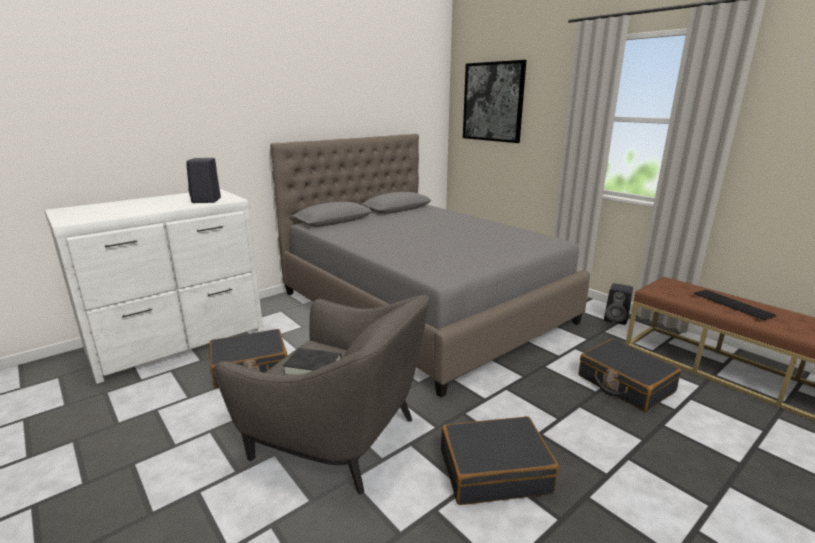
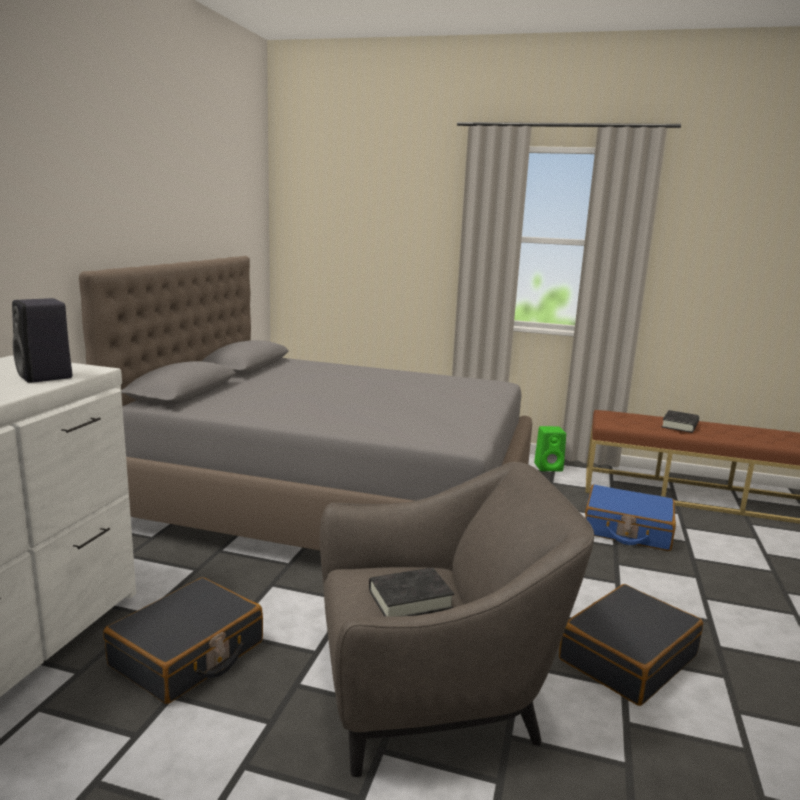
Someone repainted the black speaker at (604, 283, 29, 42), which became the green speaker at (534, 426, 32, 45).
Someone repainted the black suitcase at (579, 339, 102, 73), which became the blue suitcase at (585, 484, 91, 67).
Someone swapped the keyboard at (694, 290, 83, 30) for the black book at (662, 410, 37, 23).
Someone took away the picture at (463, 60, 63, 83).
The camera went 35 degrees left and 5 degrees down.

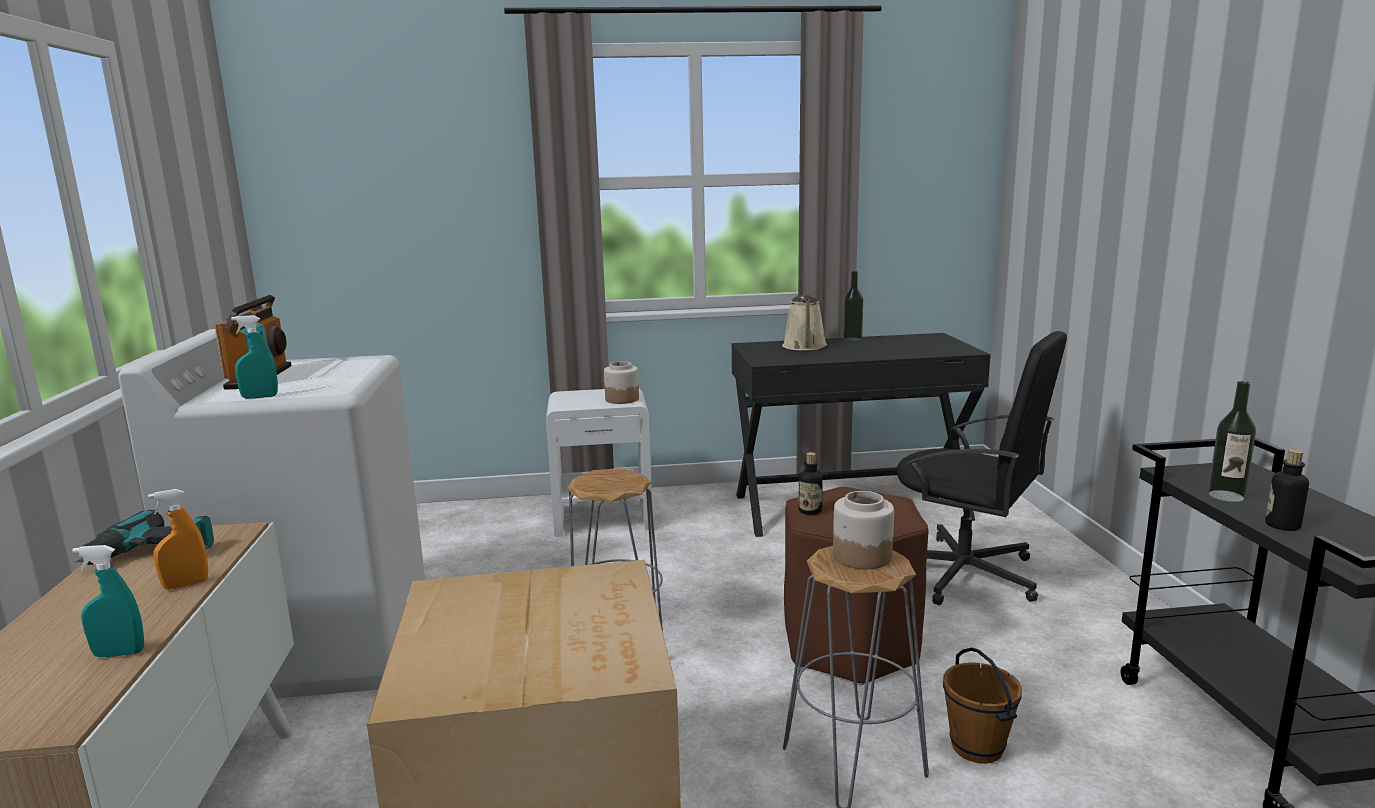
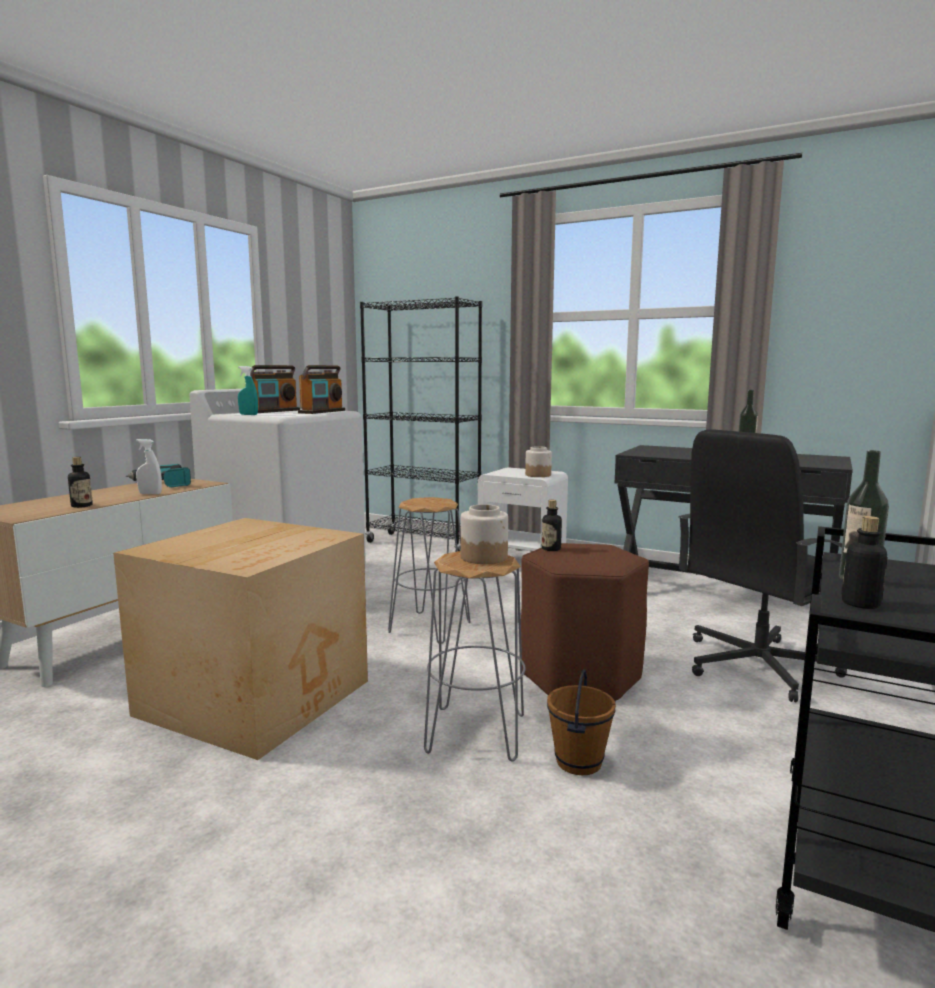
Someone swapped the turquoise spray bottle at (72, 545, 72, 112) for the bottle at (68, 457, 25, 51).
Someone repainted the orange spray bottle at (148, 489, 60, 101), which became the white spray bottle at (136, 439, 26, 55).
Someone put down the radio at (298, 365, 47, 49).
Someone put down the black bookcase at (360, 296, 122, 255).
Someone rotated the black office chair at (896, 331, 171, 274) by 75 degrees clockwise.
Someone took away the beige watering can at (783, 295, 44, 56).
The camera went 35 degrees right and 5 degrees down.

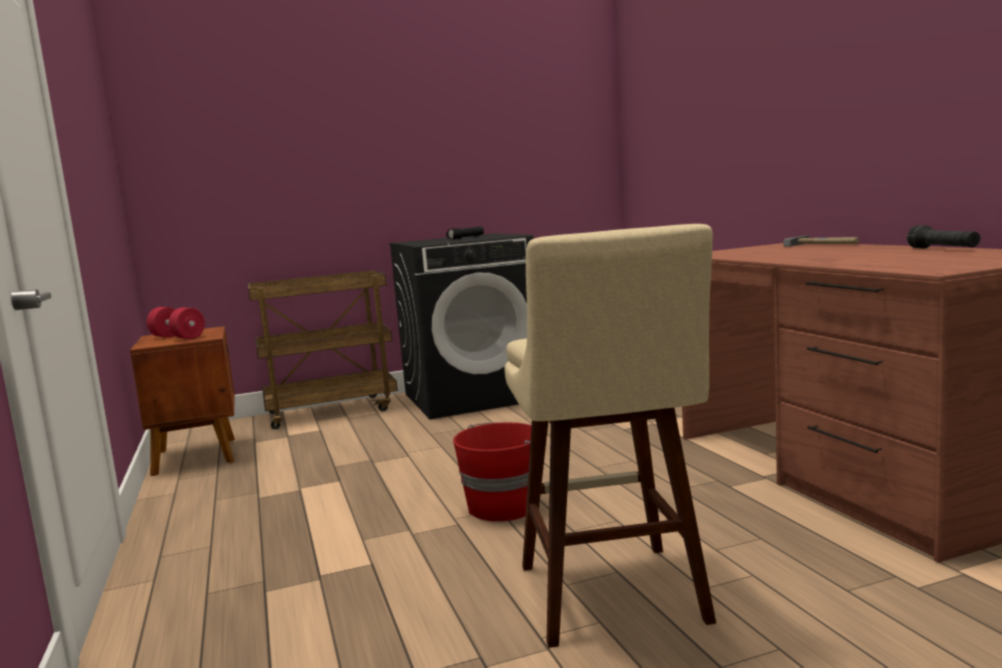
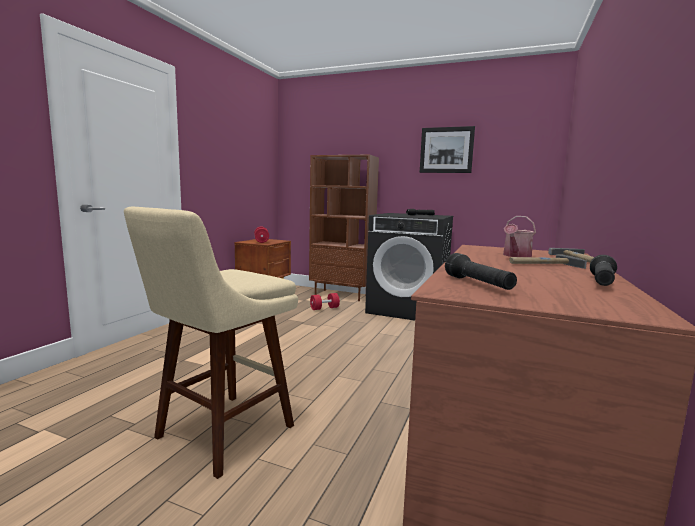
Someone swapped the brown cart at (248, 270, 150, 159) for the brown bookcase at (309, 155, 70, 146).
Someone put down the red dumbbell at (310, 293, 30, 17).
Someone put up the picture at (420, 126, 55, 47).
Someone put down the black flashlight at (445, 253, 72, 37).
Someone put down the watering can at (503, 216, 33, 41).
Someone put down the hammer at (509, 254, 78, 15).
Someone took away the red bucket at (453, 422, 79, 100).
The camera went 40 degrees right and 0 degrees up.

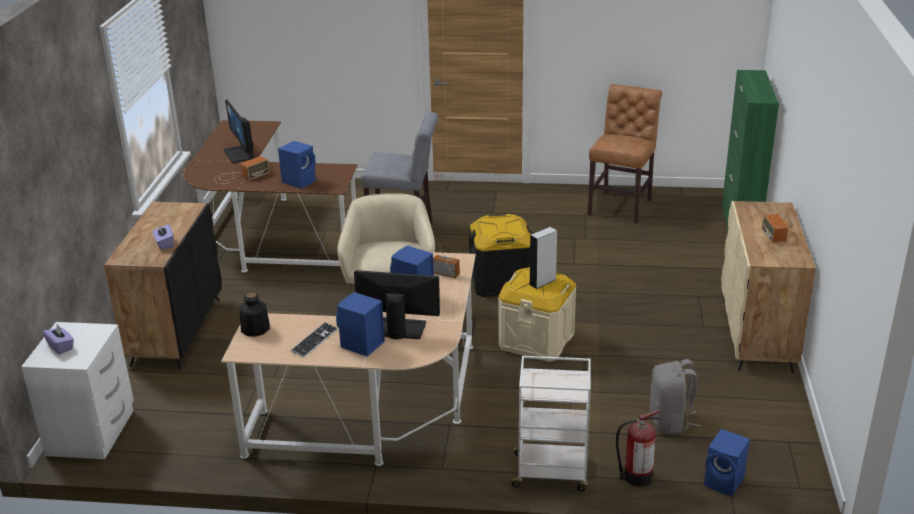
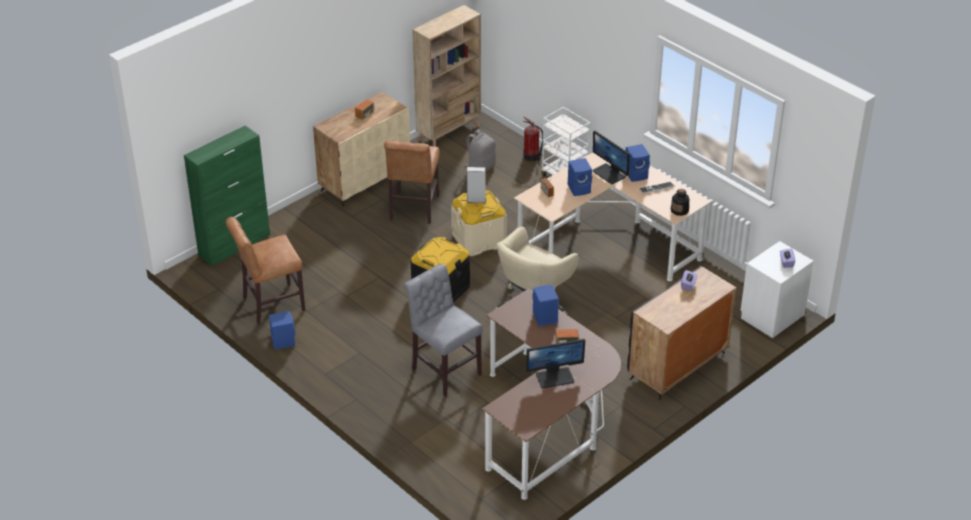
Someone carried the blue speaker from (704, 429, 46, 67) to (269, 311, 26, 39).
Someone put down the brown chair at (384, 140, 55, 84).
Someone put down the beige bookcase at (412, 5, 69, 142).
Someone rotated the monitor at (224, 100, 31, 63) by 60 degrees clockwise.
The camera went 140 degrees left and 10 degrees up.

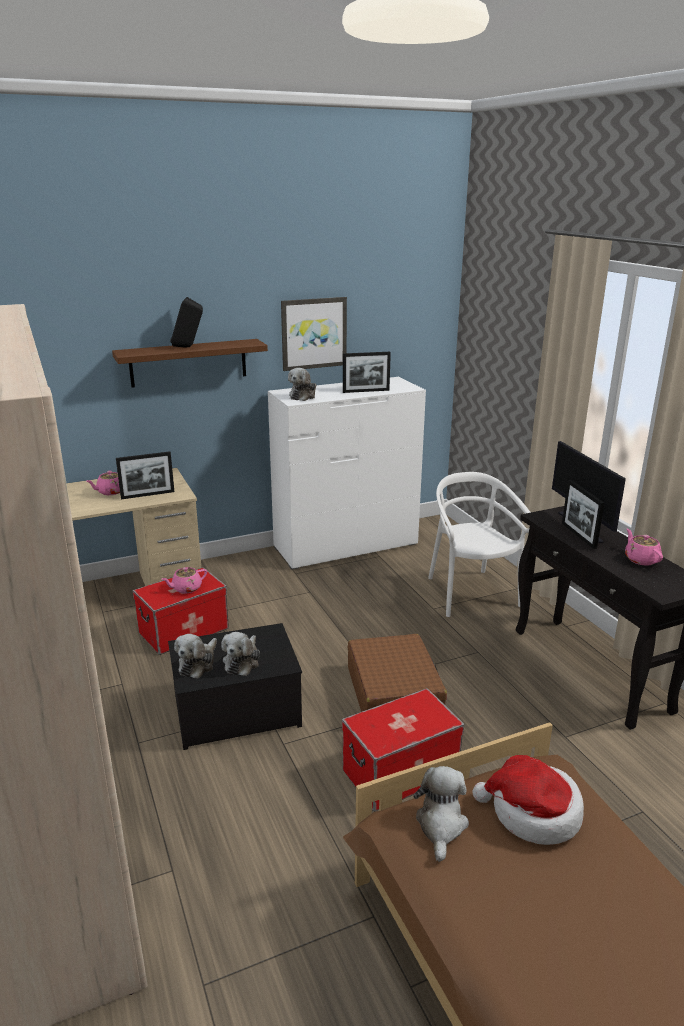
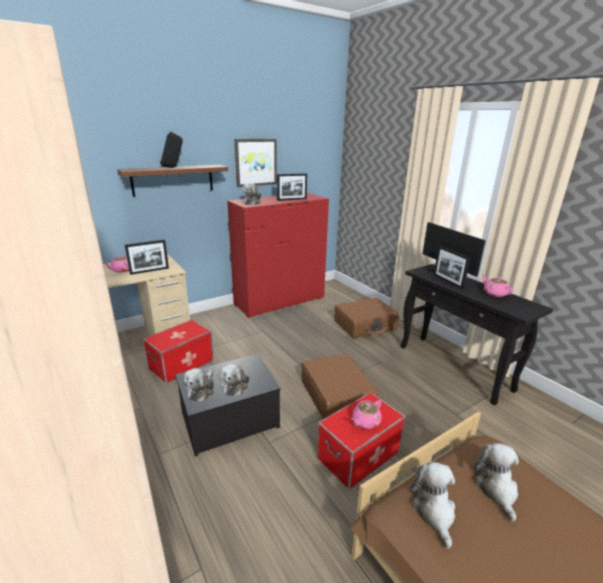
Someone repainted the white dresser at (268, 377, 158, 193), which became the red dresser at (227, 193, 102, 125).
Someone swapped the white chair at (428, 472, 103, 145) for the brown suitcase at (334, 298, 65, 40).
Someone carried the pink teapot from (162, 567, 45, 26) to (351, 400, 31, 29).
Someone swapped the hat at (473, 755, 111, 90) for the plush toy at (474, 443, 45, 79).
The camera went 10 degrees left and 0 degrees up.

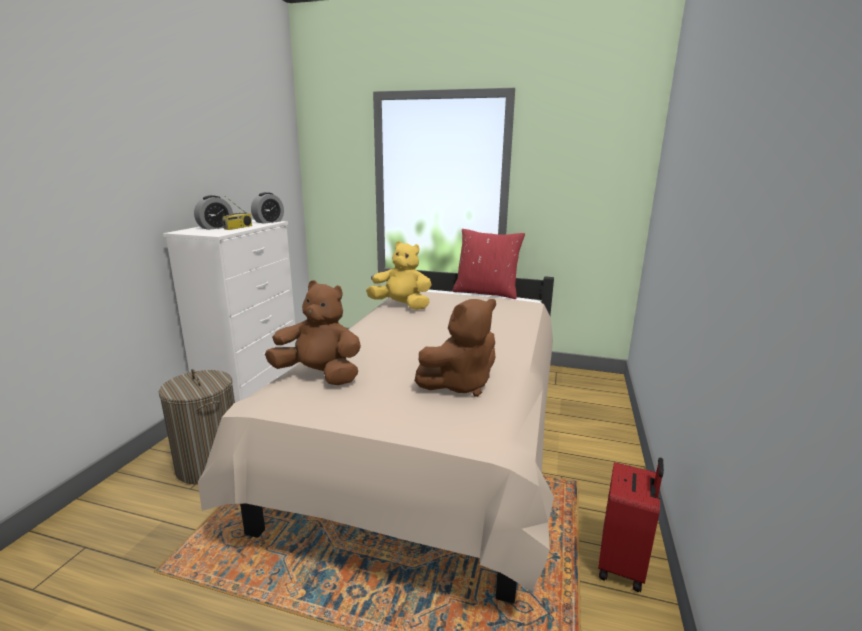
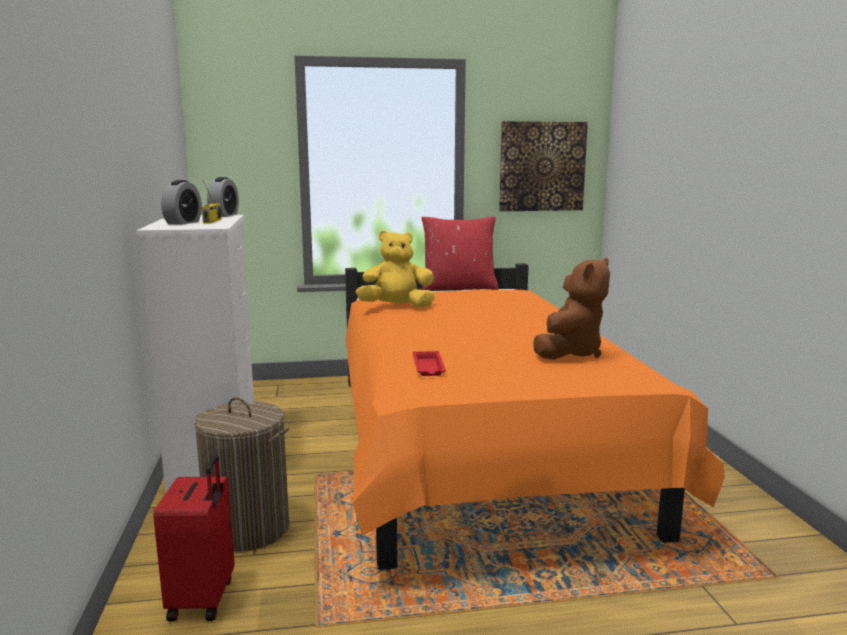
Someone carried the red suitcase from (598, 458, 66, 134) to (153, 455, 81, 166).
Someone repainted the beige bed at (198, 270, 356, 333), which became the orange bed at (345, 263, 380, 307).
Someone swapped the brown plush toy at (265, 280, 96, 105) for the red tray at (413, 351, 33, 25).
Someone put up the picture at (499, 121, 89, 90).
The camera went 25 degrees left and 5 degrees down.

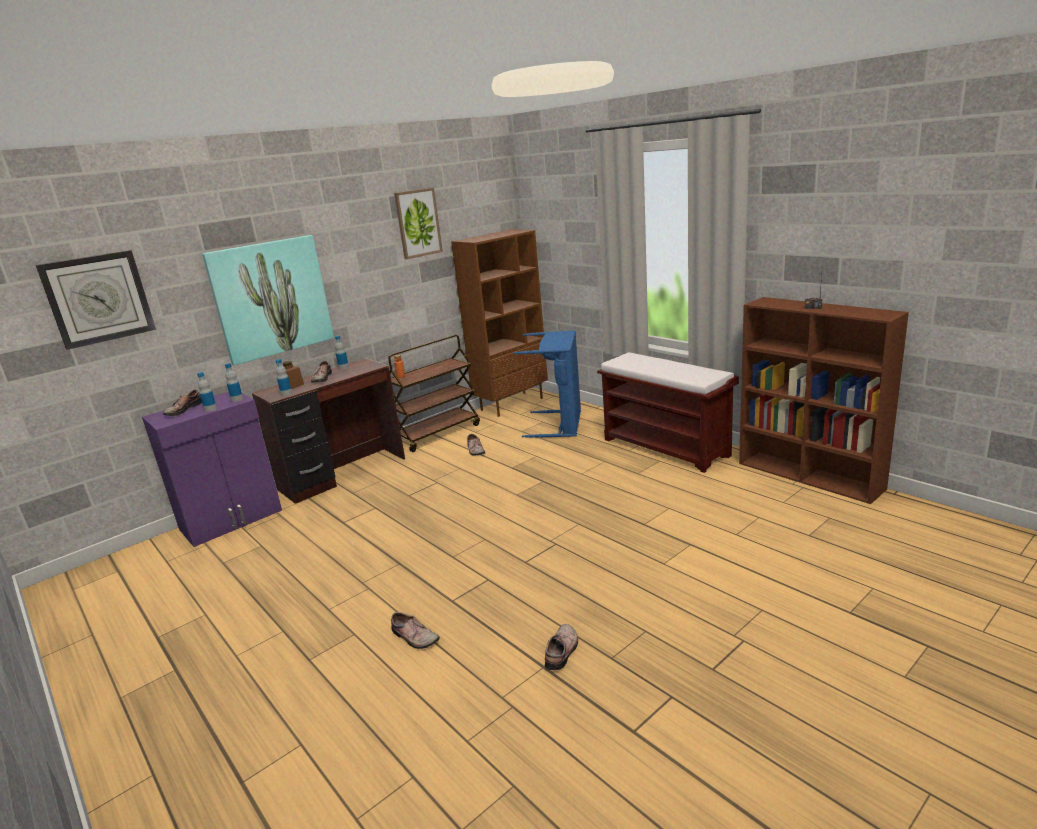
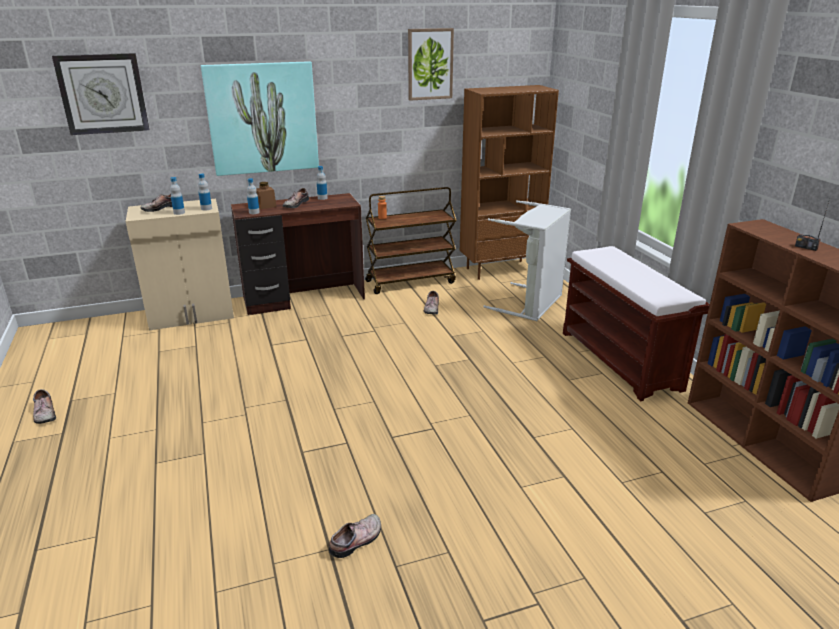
Someone carried the shoe from (391, 612, 49, 37) to (33, 389, 23, 35).
Someone repainted the purple cabinet at (142, 392, 140, 155), which became the beige cabinet at (126, 199, 108, 131).
Someone repainted the blue laundry basket at (513, 330, 68, 108), which became the grey laundry basket at (483, 200, 88, 121).
The camera went 20 degrees right and 5 degrees up.

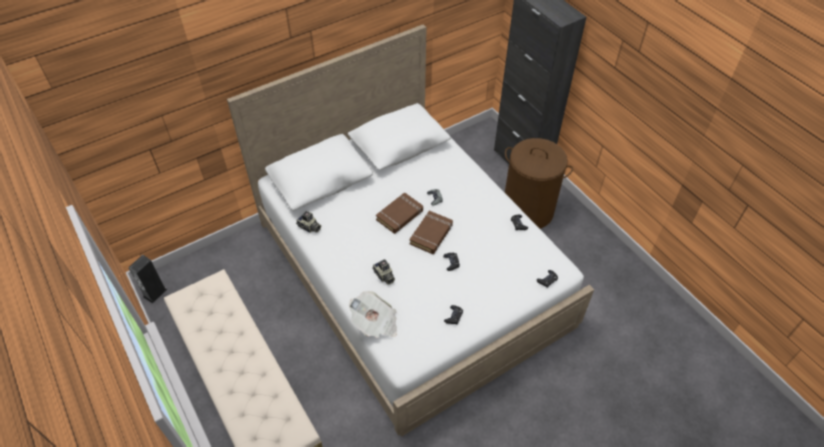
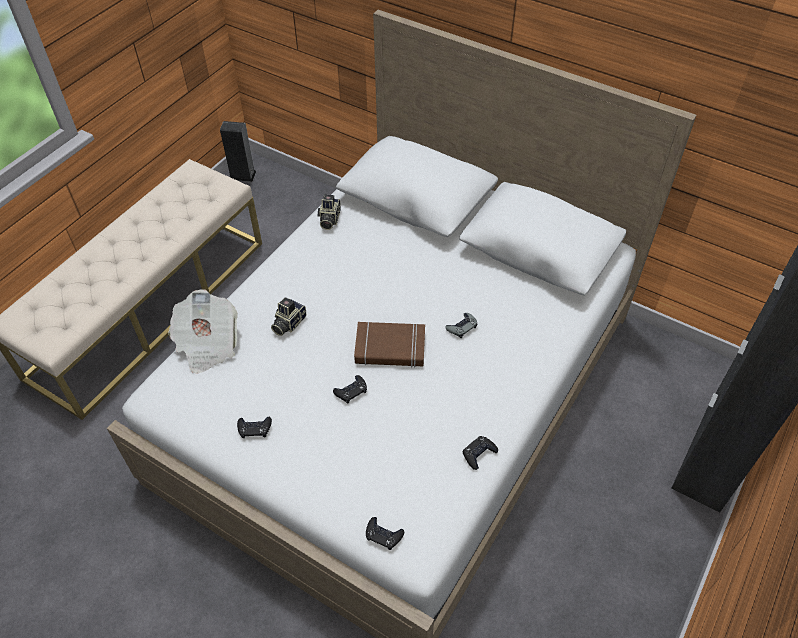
Someone took away the brown book at (376, 192, 47, 42).
Someone took away the brown laundry basket at (505, 138, 68, 91).
The camera went 65 degrees right and 0 degrees up.

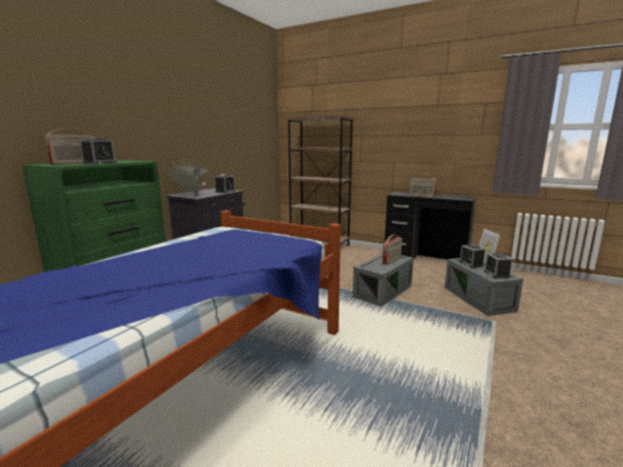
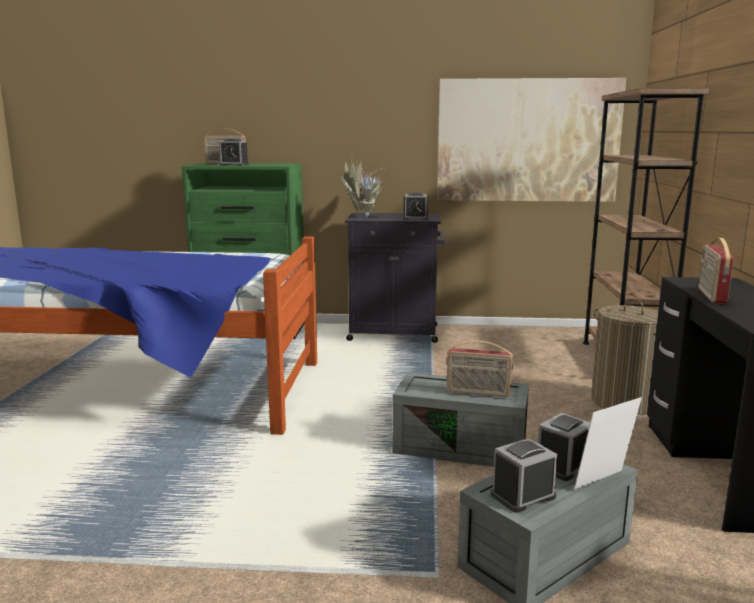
Someone put up the picture at (437, 78, 189, 124).
Someone put down the laundry basket at (591, 298, 67, 117).
The camera went 65 degrees right and 0 degrees up.

